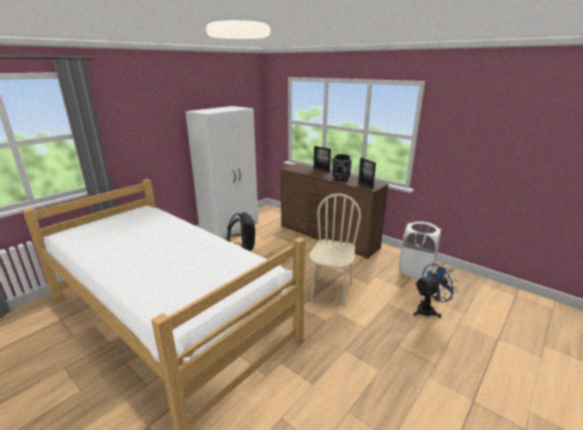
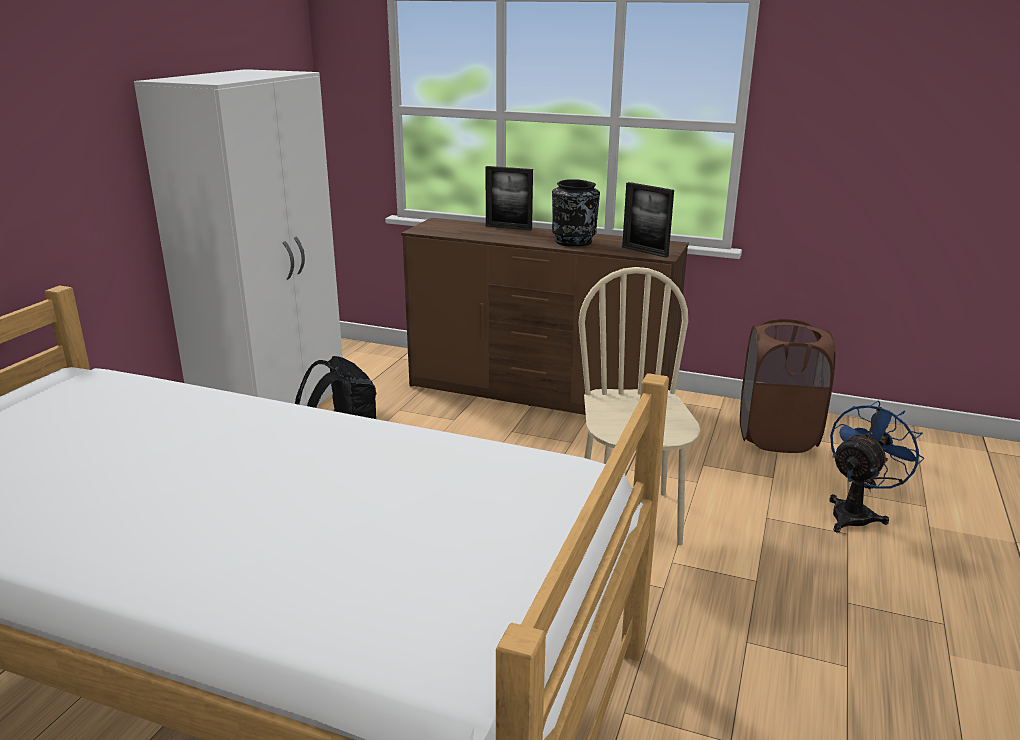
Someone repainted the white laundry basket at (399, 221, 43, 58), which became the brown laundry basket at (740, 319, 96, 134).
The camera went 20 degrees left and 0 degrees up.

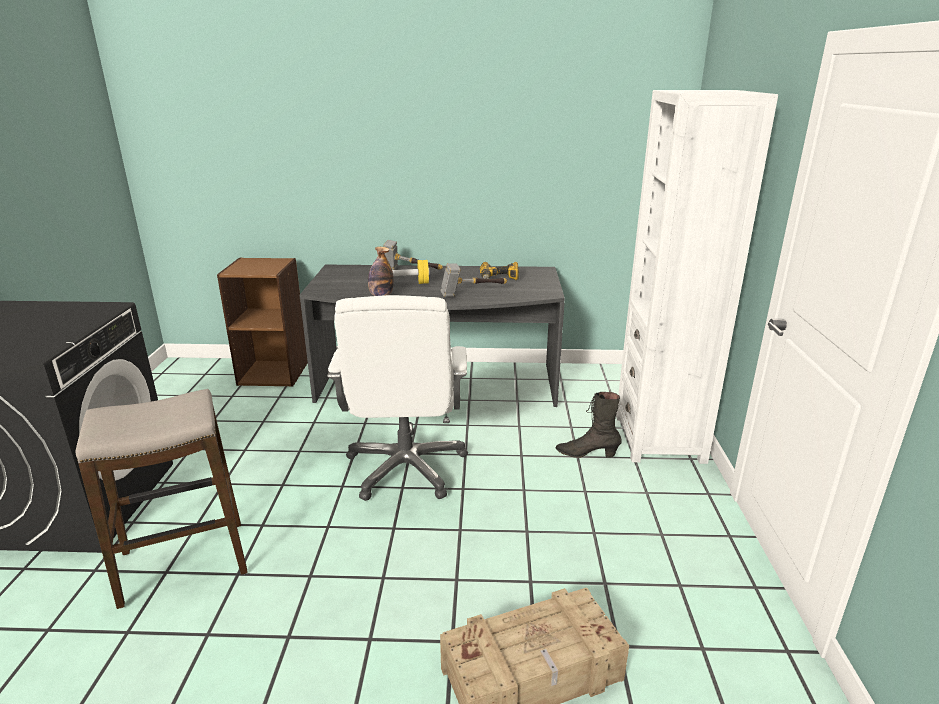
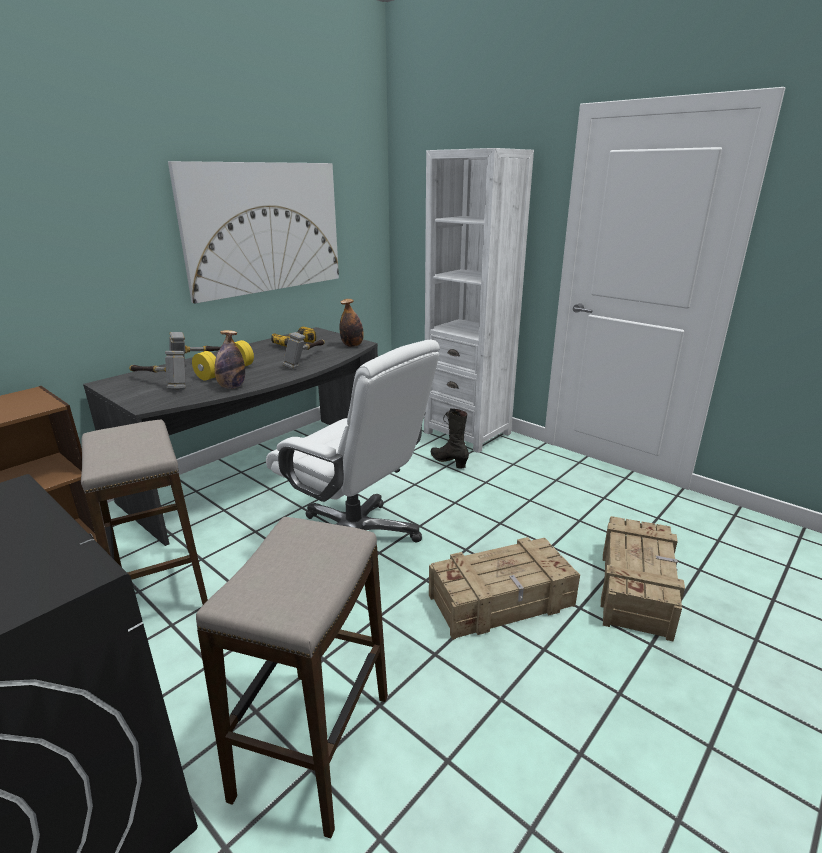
Someone put down the stool at (81, 419, 127, 186).
Someone put down the hammer at (129, 351, 57, 38).
Someone put up the picture at (168, 161, 171, 143).
Someone put down the bottle at (339, 299, 25, 48).
Someone put down the crate at (429, 537, 151, 103).
Someone rotated the black boot at (555, 392, 66, 66) by 90 degrees clockwise.
The camera went 50 degrees left and 0 degrees up.

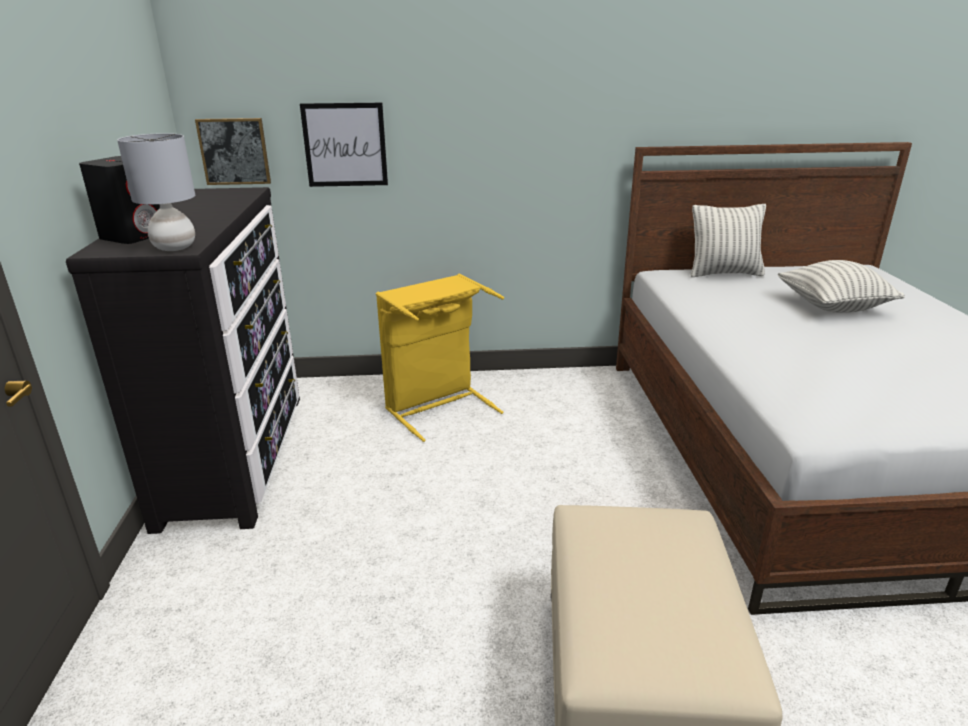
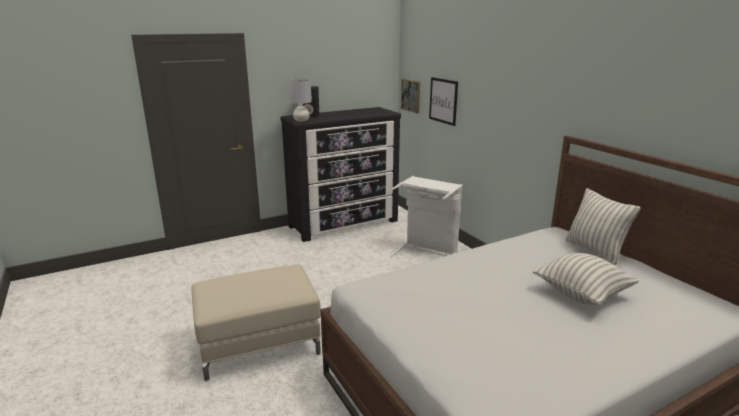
Someone repainted the yellow laundry basket at (376, 274, 128, 168), which became the white laundry basket at (391, 176, 72, 81).
The camera went 65 degrees right and 5 degrees down.

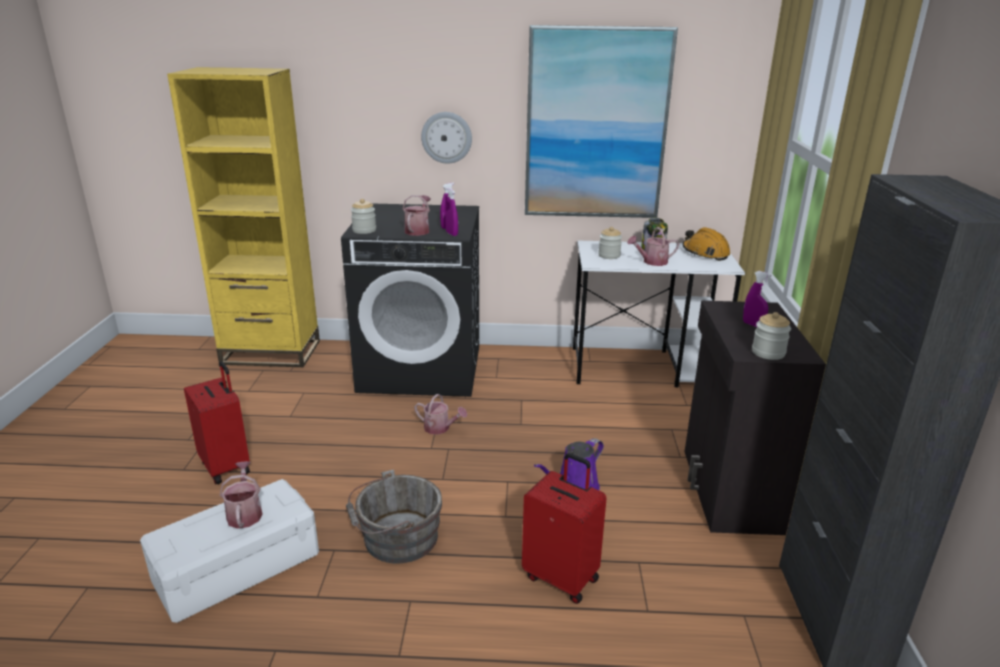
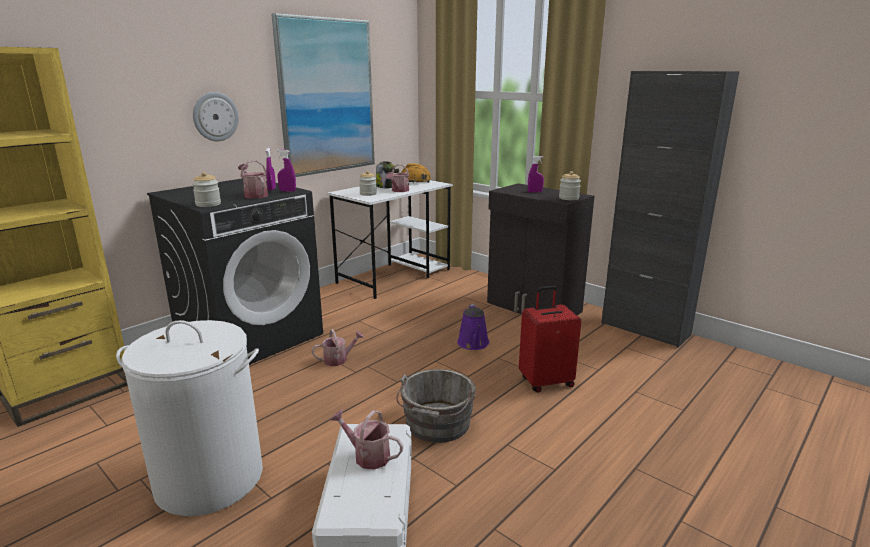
Someone swapped the red suitcase at (184, 361, 66, 124) for the white laundry basket at (116, 320, 147, 196).
The camera went 50 degrees left and 5 degrees down.

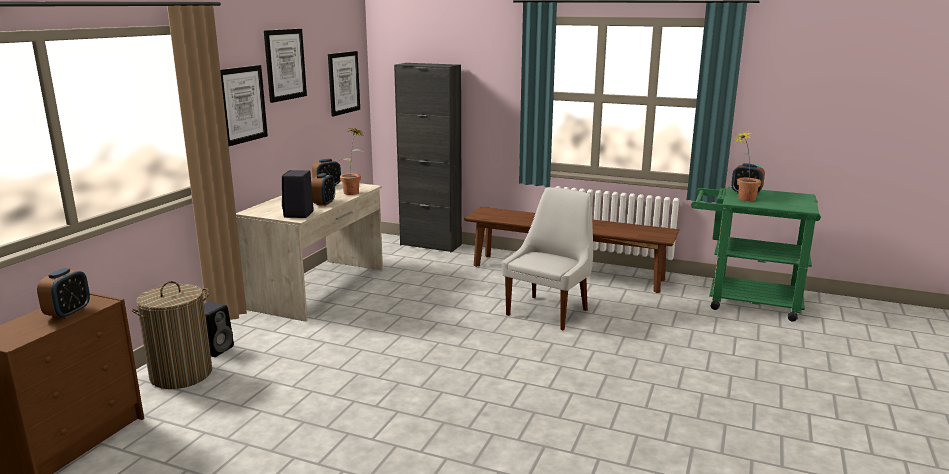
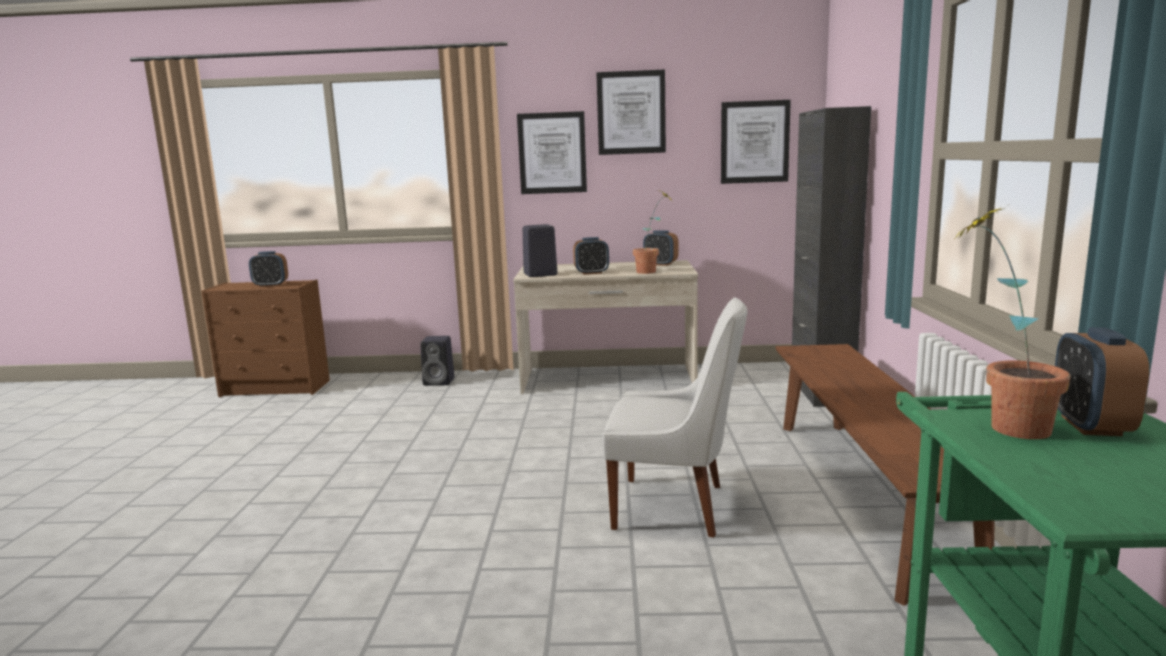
Someone took away the laundry basket at (130, 281, 82, 108).
The camera went 70 degrees right and 5 degrees down.

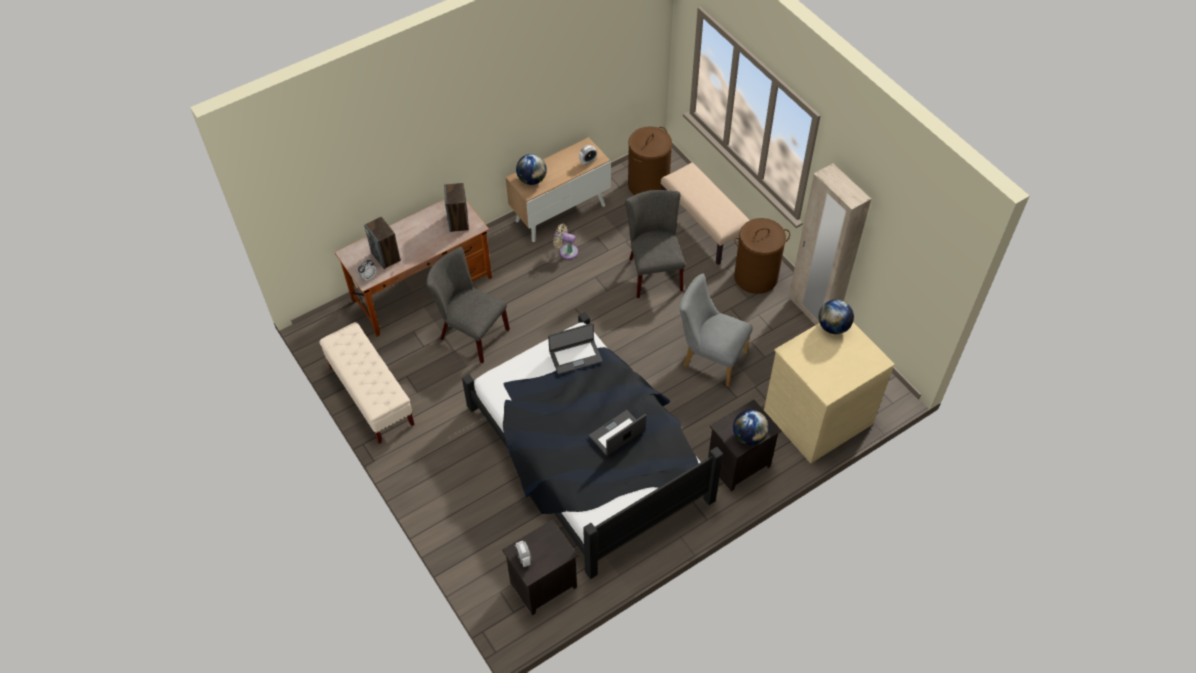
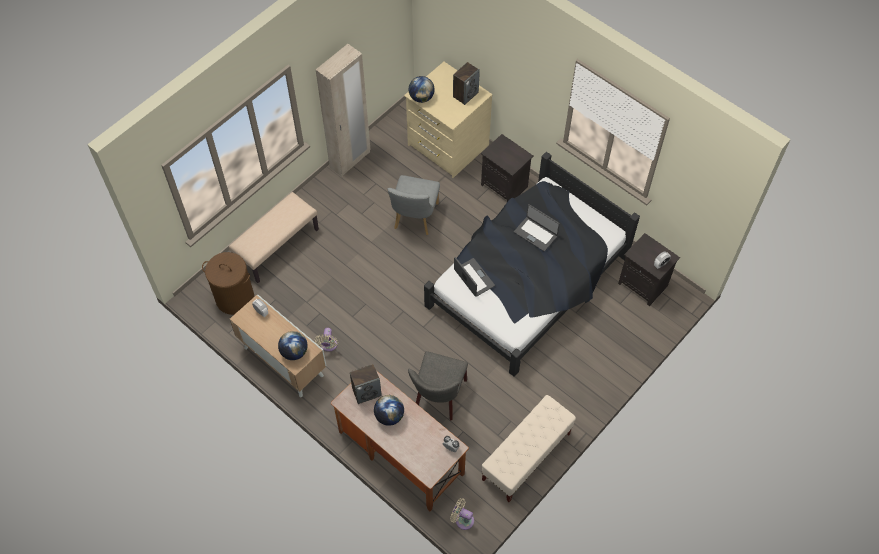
Someone carried the globe from (733, 410, 36, 35) to (374, 395, 30, 31).
Someone put down the beige fan at (450, 498, 24, 32).
Someone carried the speaker from (364, 217, 37, 52) to (453, 62, 27, 43).
Someone took away the grey chair at (625, 190, 61, 108).
Someone took away the brown laundry basket at (734, 218, 56, 76).
The camera went 105 degrees left and 5 degrees up.

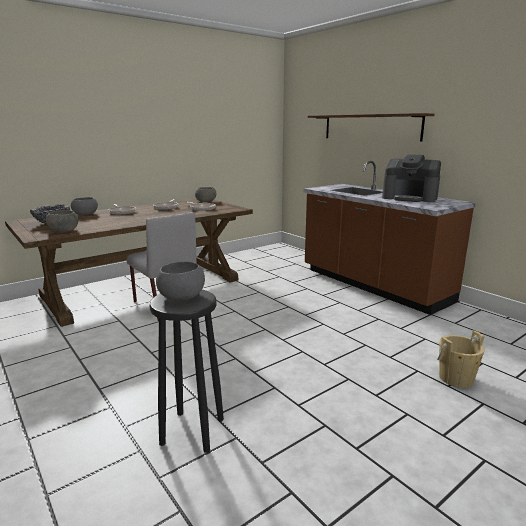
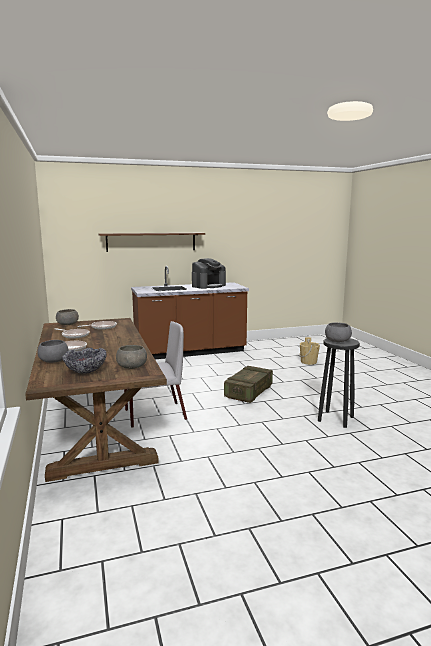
Someone put down the crate at (224, 366, 49, 37).
The camera went 70 degrees left and 5 degrees down.

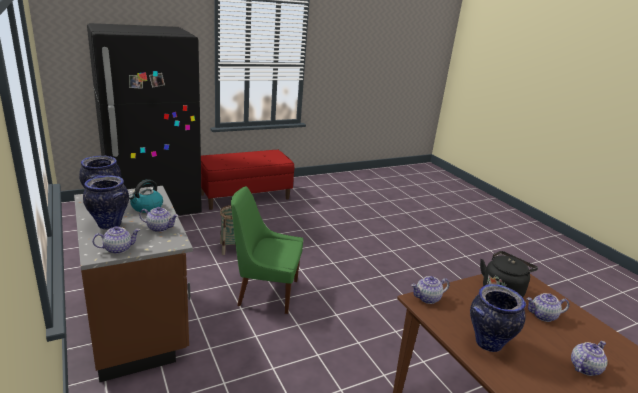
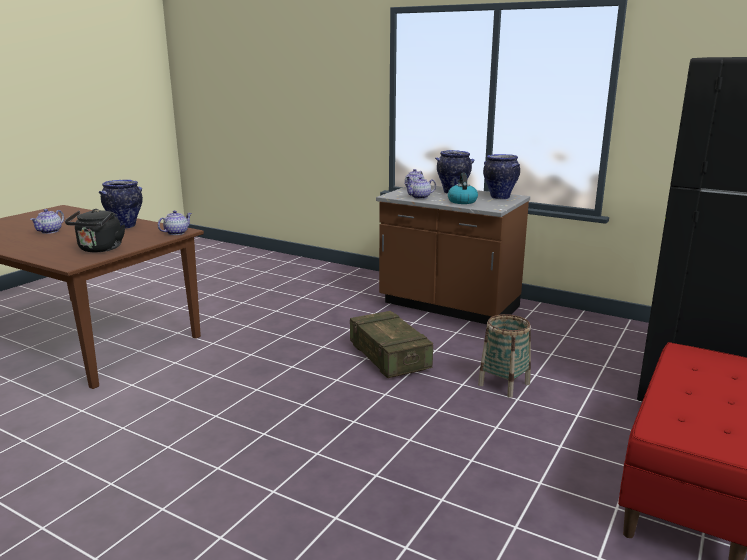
Someone swapped the green chair at (231, 186, 72, 128) for the crate at (350, 311, 83, 67).
Someone took away the teapot at (526, 293, 43, 29).
The camera went 150 degrees right and 5 degrees down.

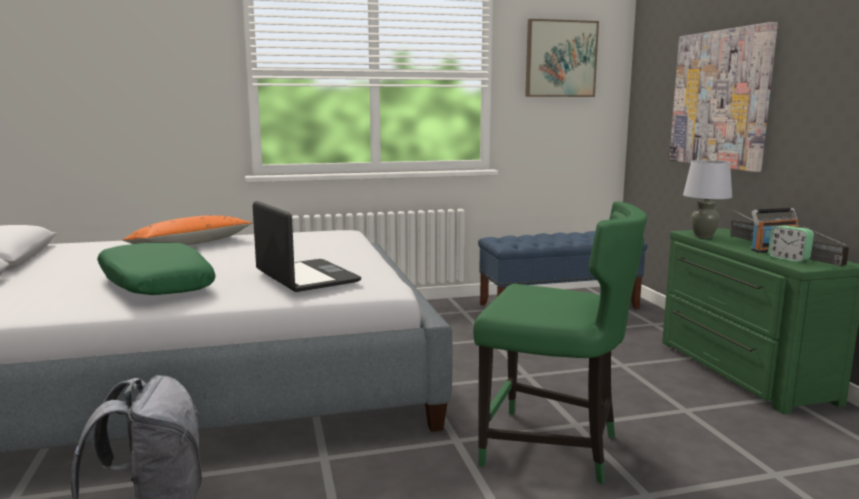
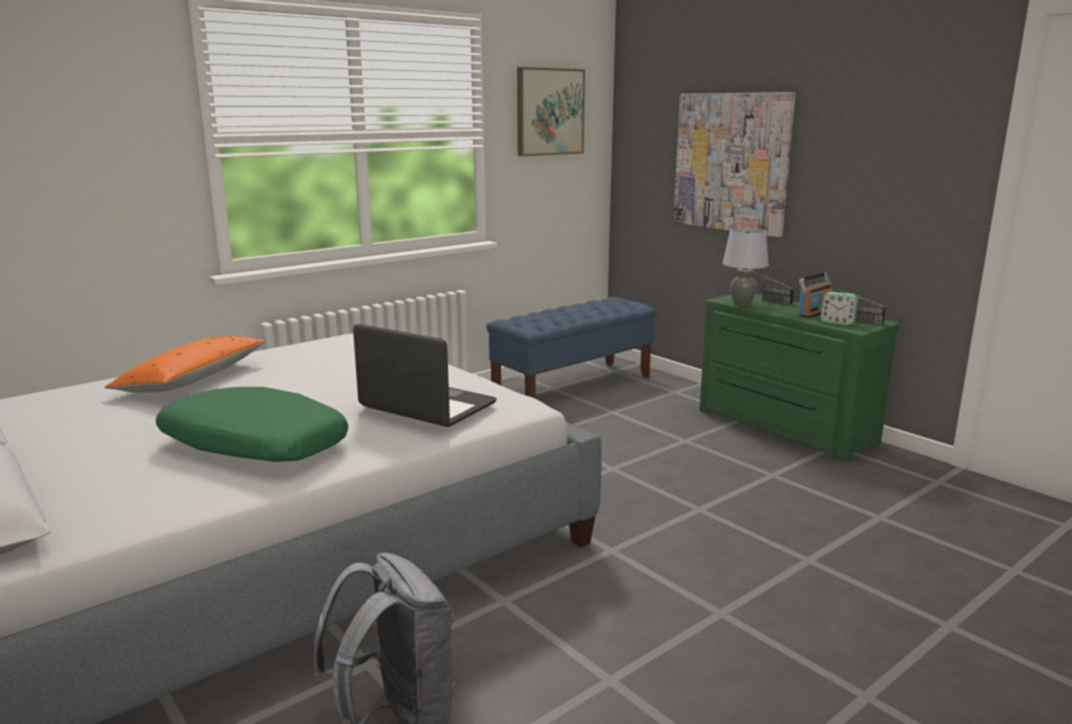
Someone took away the green chair at (473, 201, 174, 283).
The camera went 25 degrees left and 5 degrees up.

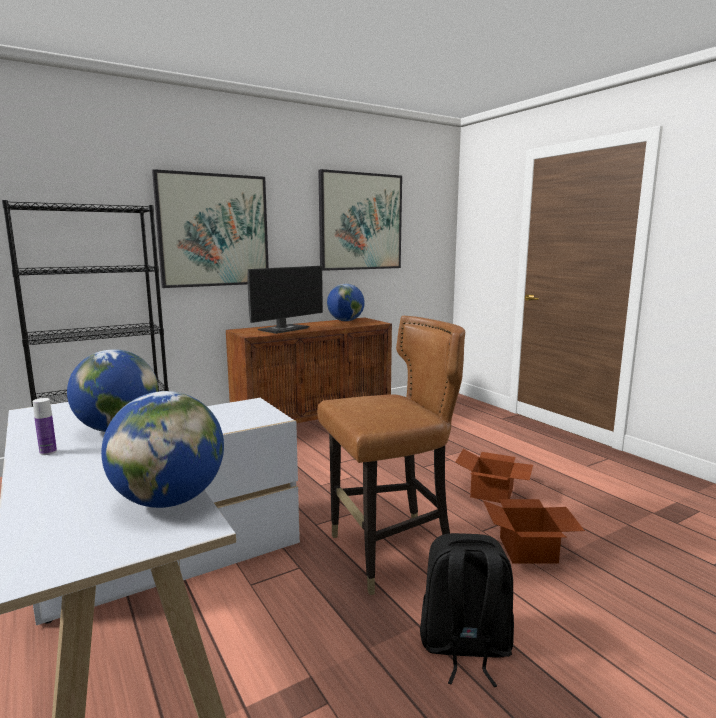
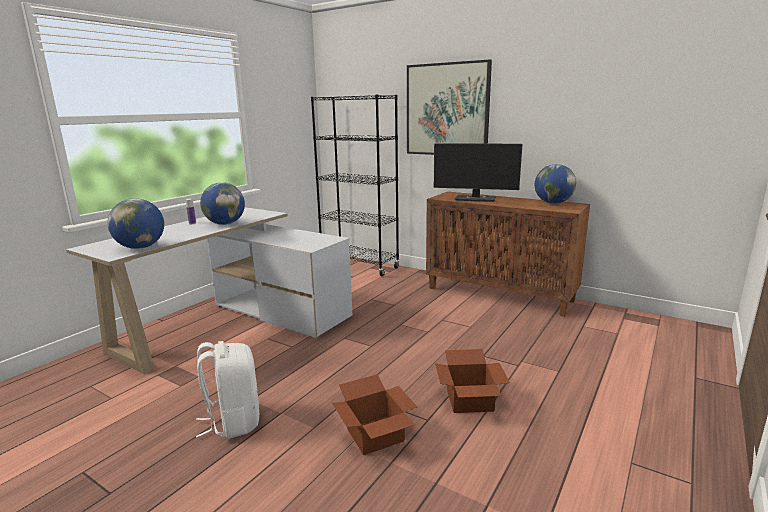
Someone repainted the black backpack at (420, 533, 94, 154), which became the white backpack at (196, 341, 64, 98).
Someone took away the brown chair at (317, 316, 148, 279).
Someone took away the picture at (318, 169, 84, 102).
The camera went 65 degrees right and 5 degrees up.

